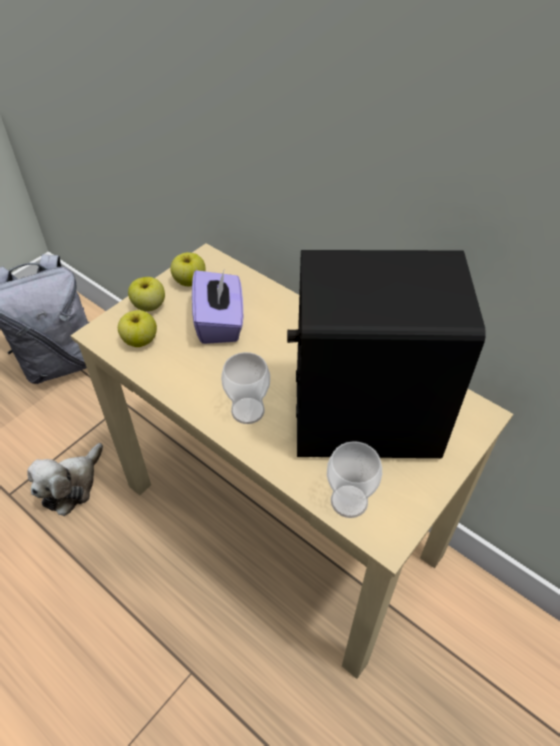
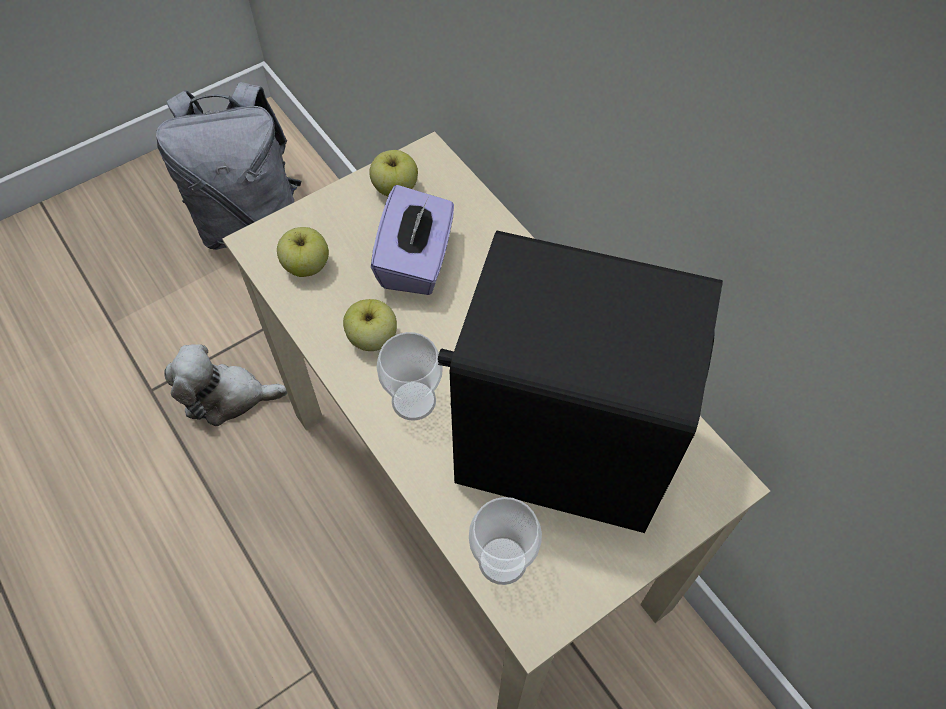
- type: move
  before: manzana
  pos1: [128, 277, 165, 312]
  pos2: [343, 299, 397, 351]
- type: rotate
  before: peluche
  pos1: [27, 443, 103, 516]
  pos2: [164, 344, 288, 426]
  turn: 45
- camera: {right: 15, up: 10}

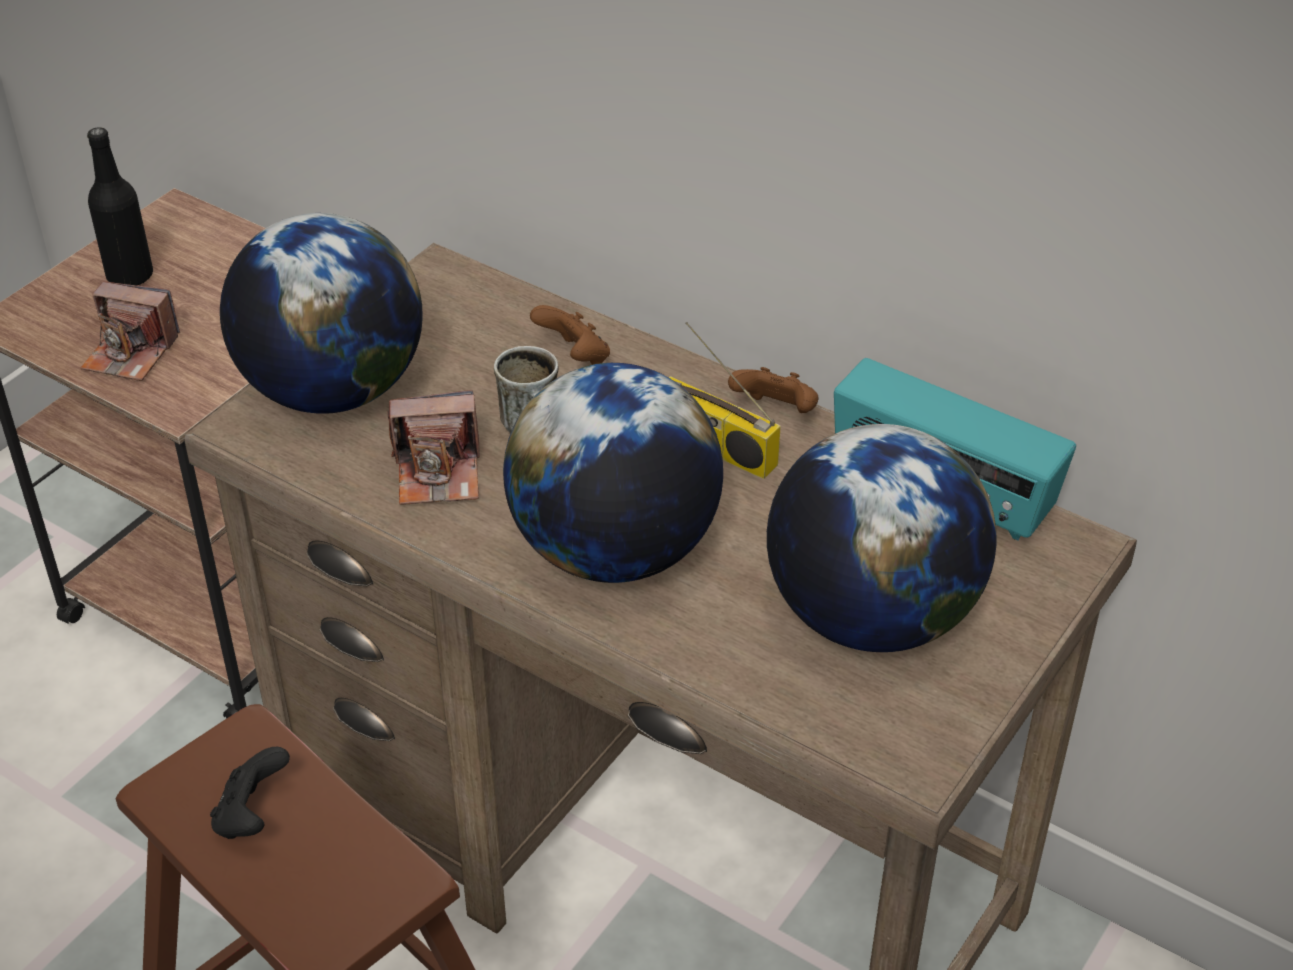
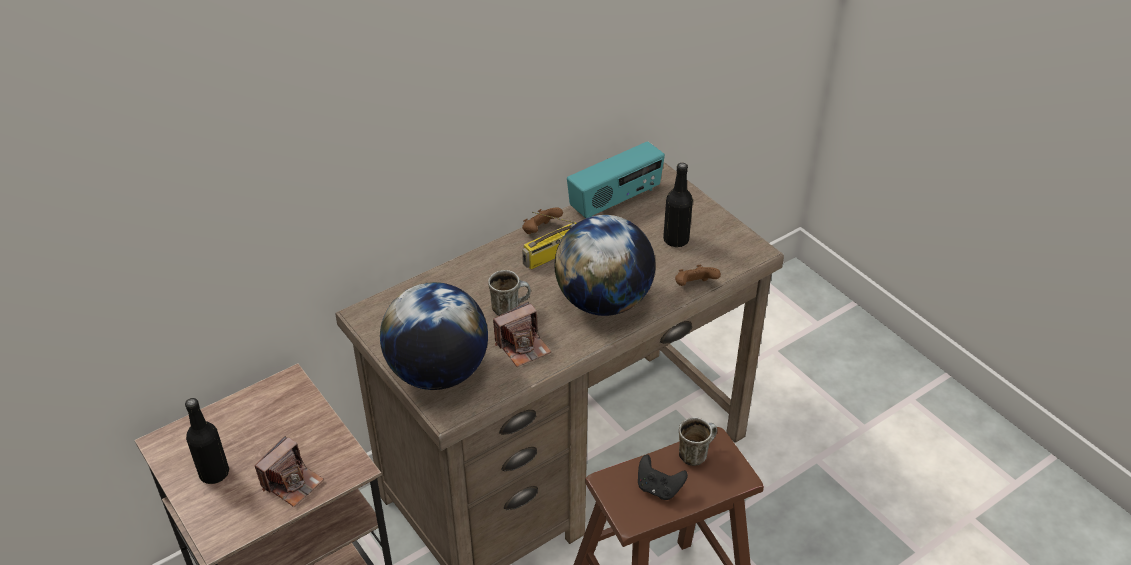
- type: insert
  after: taza grande
  pos2: [679, 417, 717, 466]
- type: move
  before: mando de consola/marrón
  pos1: [530, 305, 610, 365]
  pos2: [675, 264, 721, 286]
- type: replace
  before: globo terráqueo
  after: botella/negro
  pos1: [767, 424, 996, 652]
  pos2: [663, 163, 693, 247]
- type: rotate
  before: cámara
  pos1: [387, 390, 480, 505]
  pos2: [493, 302, 551, 367]
  turn: 45
- camera: {right: -70, up: 0}

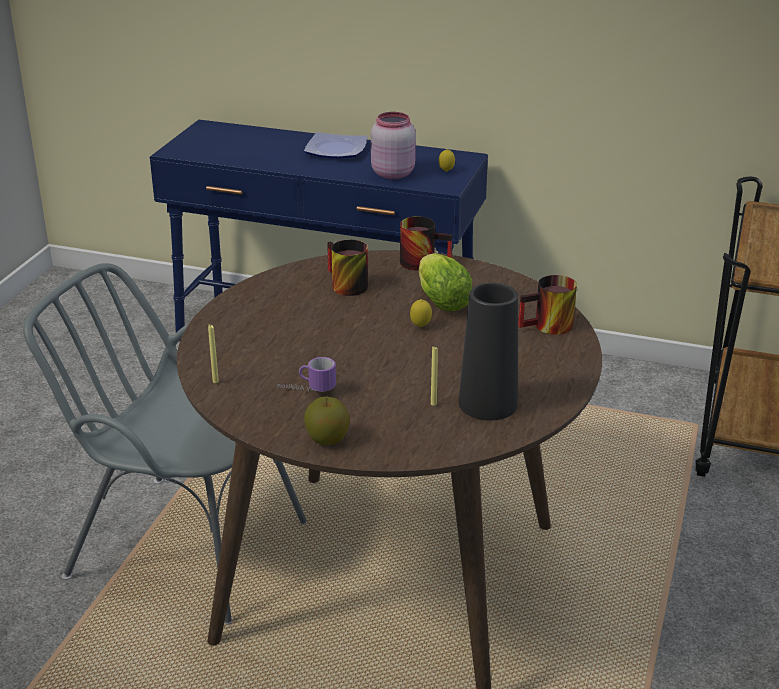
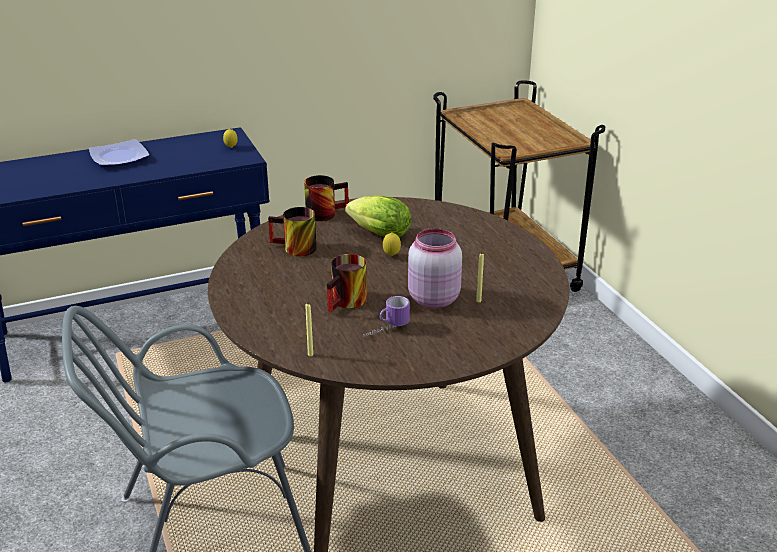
- type: delete
  before: manzana
  pos1: [304, 397, 350, 445]
- type: delete
  before: florero/negro
  pos1: [459, 283, 518, 420]
- type: move
  before: tarro/rosa
  pos1: [371, 112, 416, 179]
  pos2: [408, 228, 462, 308]
- type: move
  before: taza grande
  pos1: [518, 275, 577, 335]
  pos2: [327, 254, 367, 312]
- camera: {right: -40, up: 0}

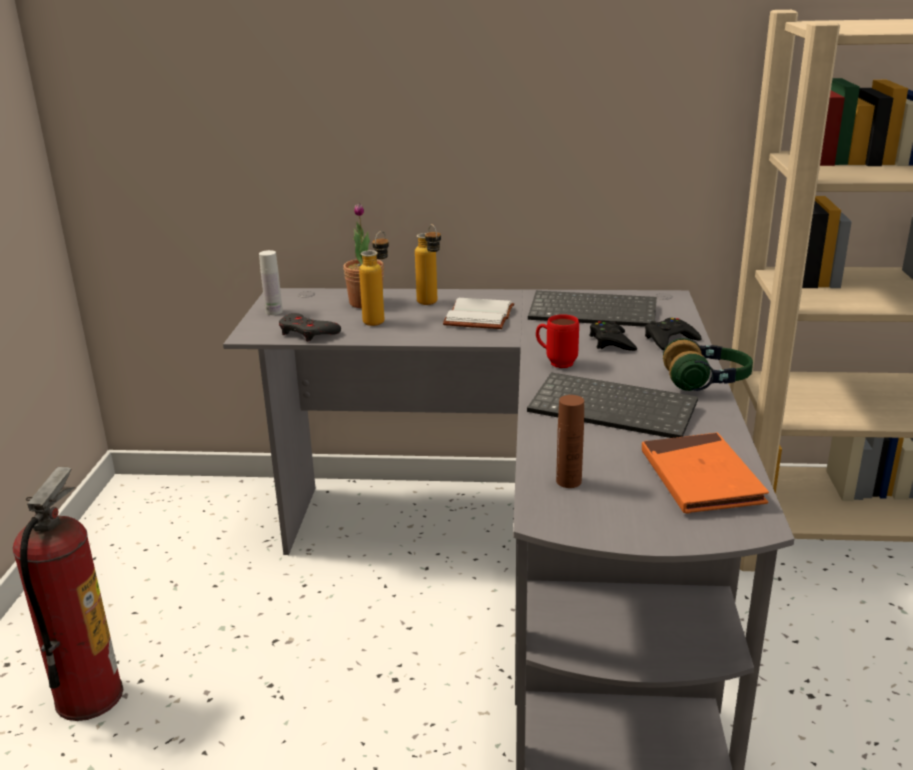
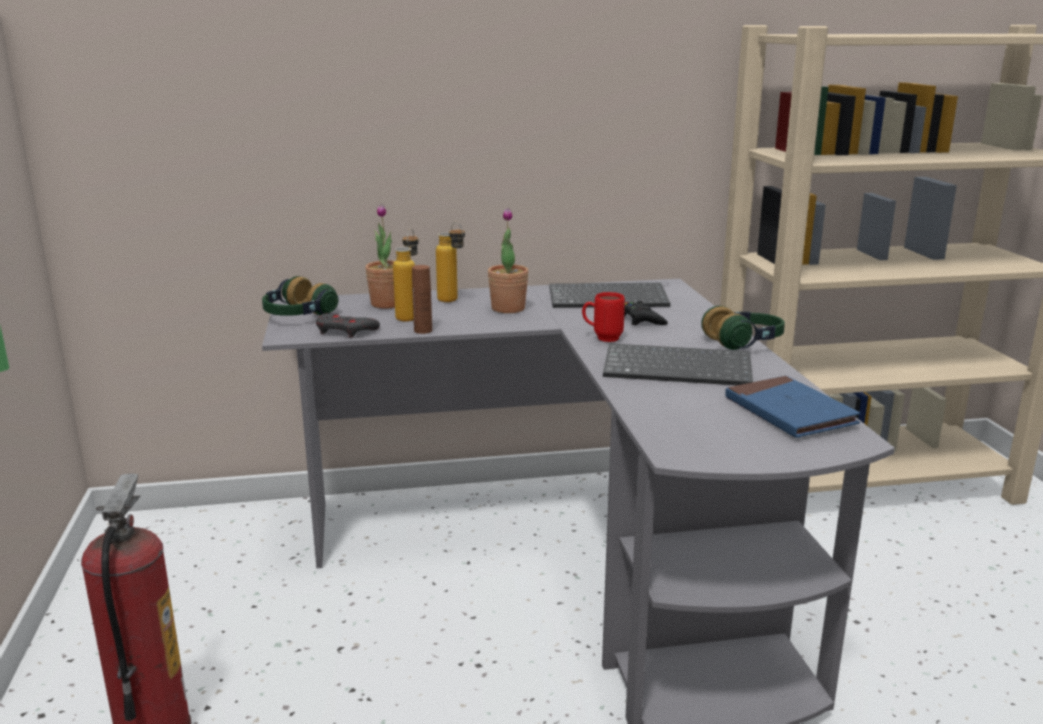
- type: delete
  before: mando de consola/negro
  pos1: [645, 318, 702, 350]
- type: move
  before: botella/marrón
  pos1: [556, 395, 584, 488]
  pos2: [412, 265, 432, 334]
- type: replace
  before: botella/blanco
  after: auriculares
  pos1: [259, 250, 283, 315]
  pos2: [262, 276, 338, 316]
- type: replace
  before: libro/blanco
  after: planta en maceta
  pos1: [443, 298, 515, 329]
  pos2: [488, 208, 529, 313]
- type: recolor
  before: libro/naranja
  after: libro/azul
  pos1: [642, 433, 769, 513]
  pos2: [725, 376, 861, 438]
- camera: {right: -15, up: -5}

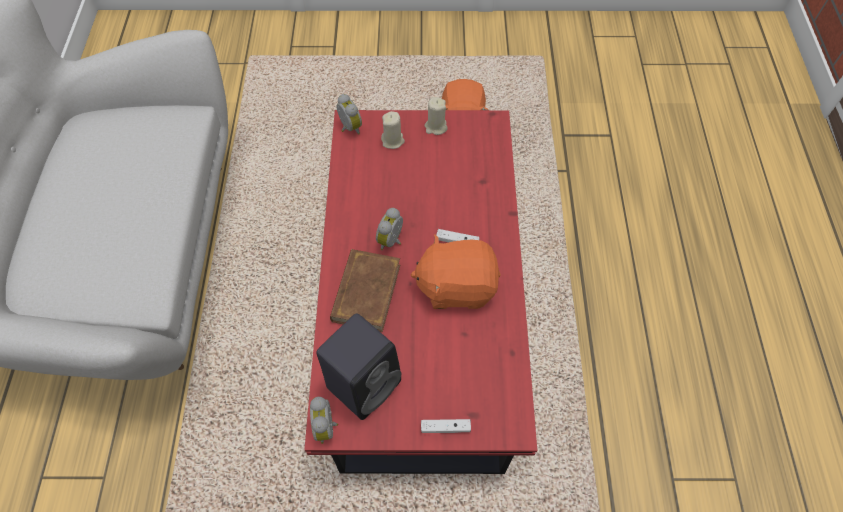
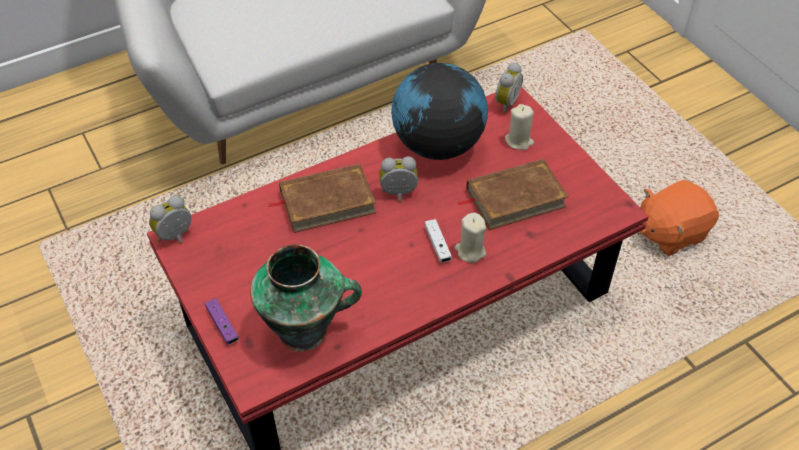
- type: delete
  before: altavoz/negro
  pos1: [317, 313, 401, 420]
- type: delete
  before: peluche/naranja
  pos1: [411, 234, 501, 309]
- type: insert
  after: florero
  pos2: [250, 244, 362, 352]
- type: insert
  after: globo terráqueo
  pos2: [391, 63, 488, 160]
- type: insert
  after: libro/marrón
  pos2: [457, 159, 568, 230]
- type: move
  before: vela/beis
  pos1: [425, 97, 448, 135]
  pos2: [455, 213, 486, 263]
- type: recolor
  before: mando de consola/blanco
  after: mando de consola/morado
  pos1: [421, 419, 471, 433]
  pos2: [205, 298, 239, 345]
- camera: {right: 60, up: -10}

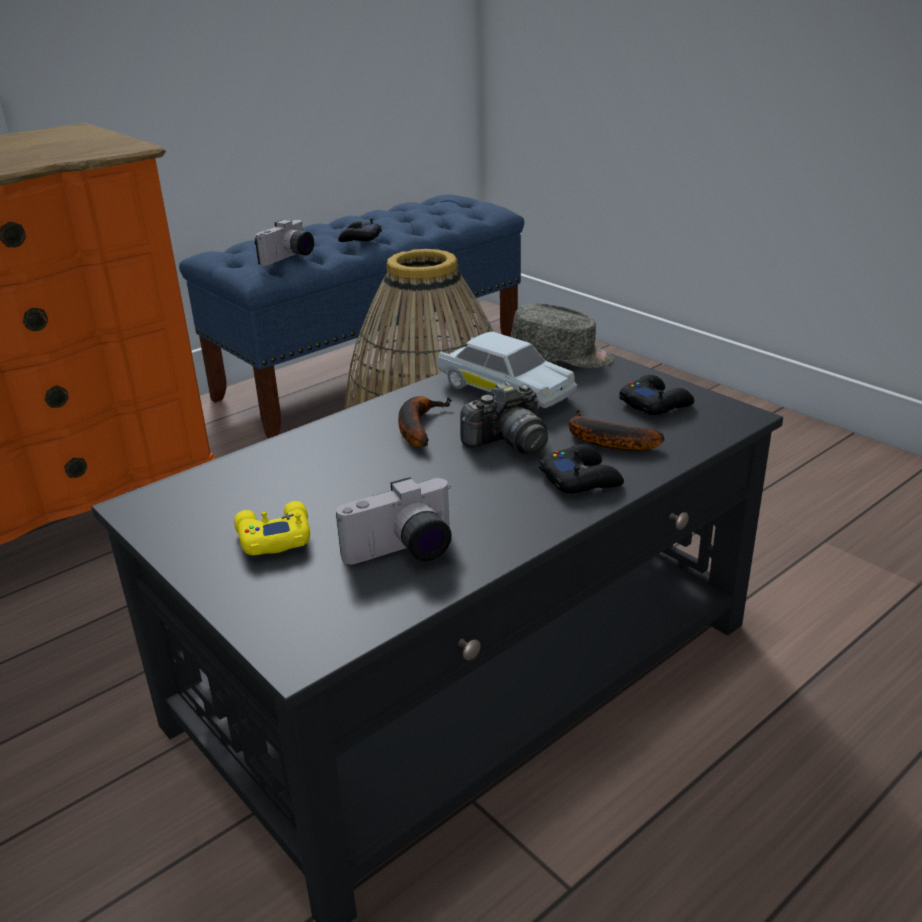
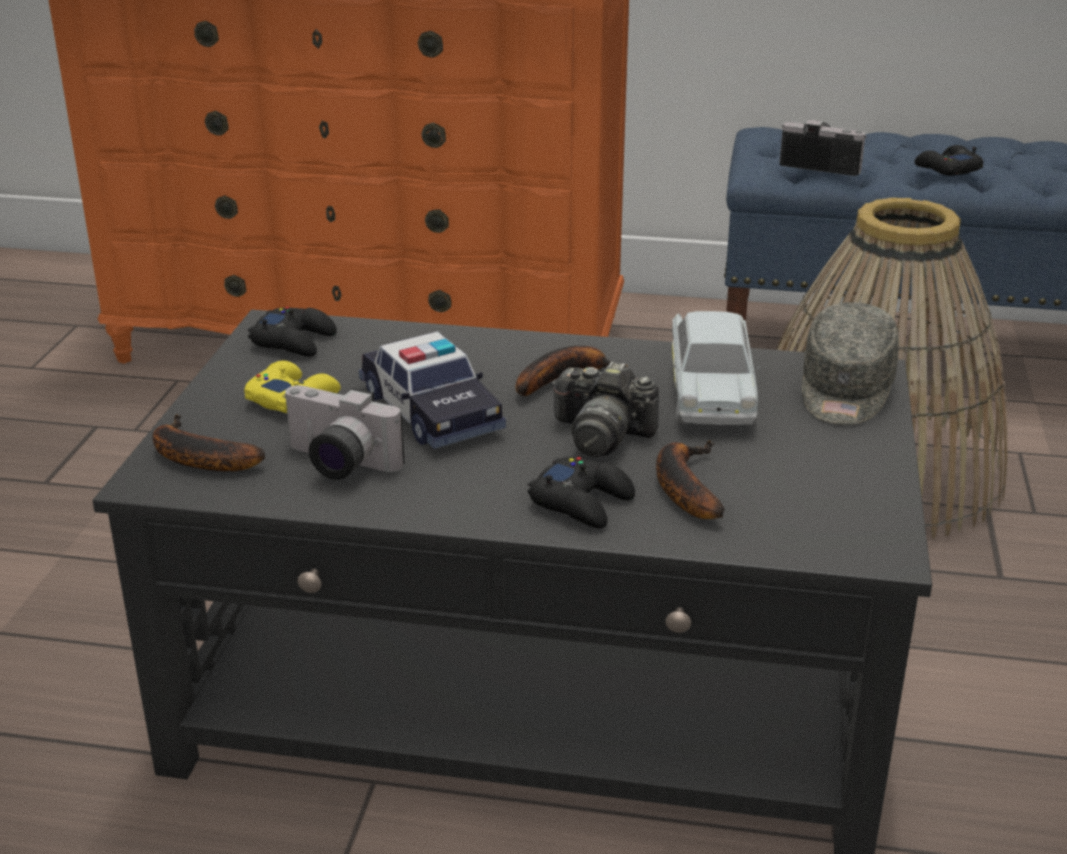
- type: insert
  after: plátano
  pos2: [153, 414, 265, 471]
- type: insert
  after: coche de juguete
  pos2: [359, 331, 506, 449]
- type: move
  before: mando de consola/negro
  pos1: [619, 375, 694, 415]
  pos2: [248, 307, 337, 357]
- type: rotate
  before: cámara
  pos1: [255, 220, 314, 266]
  pos2: [780, 120, 866, 176]
  turn: -150
- type: rotate
  before: gorra/gris
  pos1: [511, 304, 614, 368]
  pos2: [802, 302, 899, 425]
  turn: 45
- camera: {right: 50, up: 0}

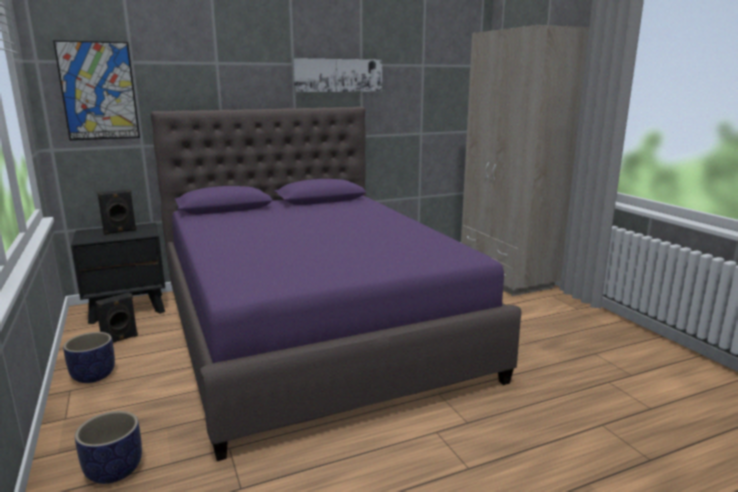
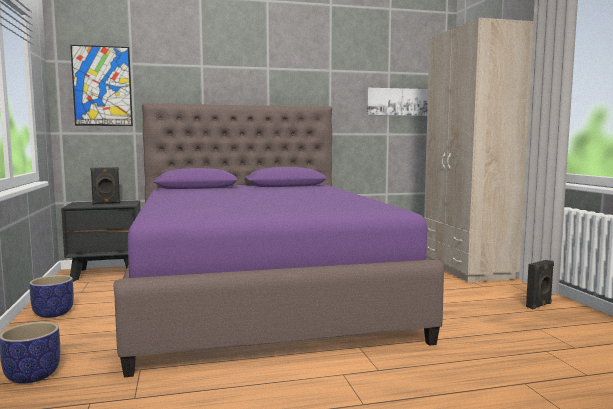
- type: move
  before: altavoz/negro
  pos1: [95, 293, 138, 343]
  pos2: [526, 260, 554, 309]
- type: move
  before: cuadro
  pos1: [293, 58, 382, 92]
  pos2: [366, 88, 428, 116]
- camera: {right: 10, up: -10}

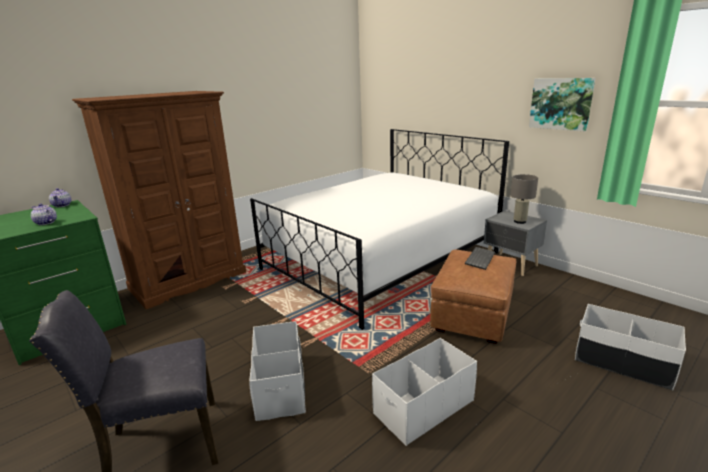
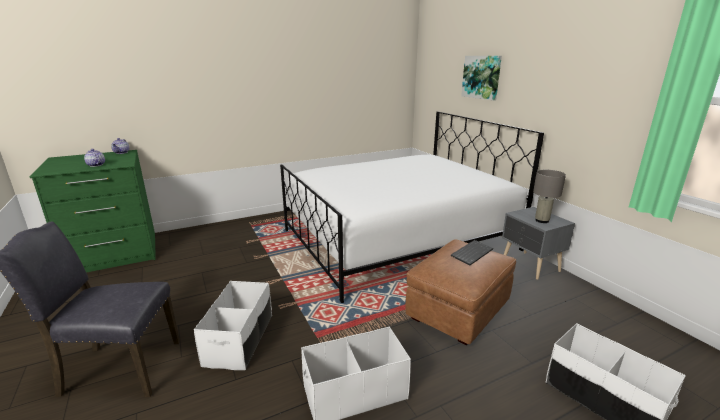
- type: delete
  before: armario ropero/marrón
  pos1: [72, 91, 246, 309]
- type: move
  before: cuadro
  pos1: [529, 78, 595, 131]
  pos2: [461, 56, 502, 101]
- camera: {right: 15, up: 0}

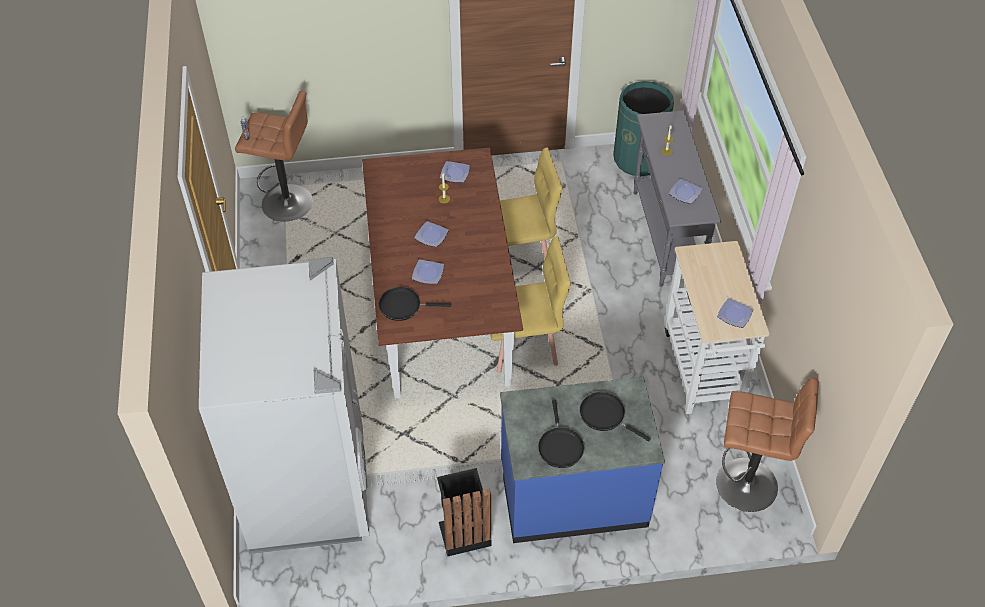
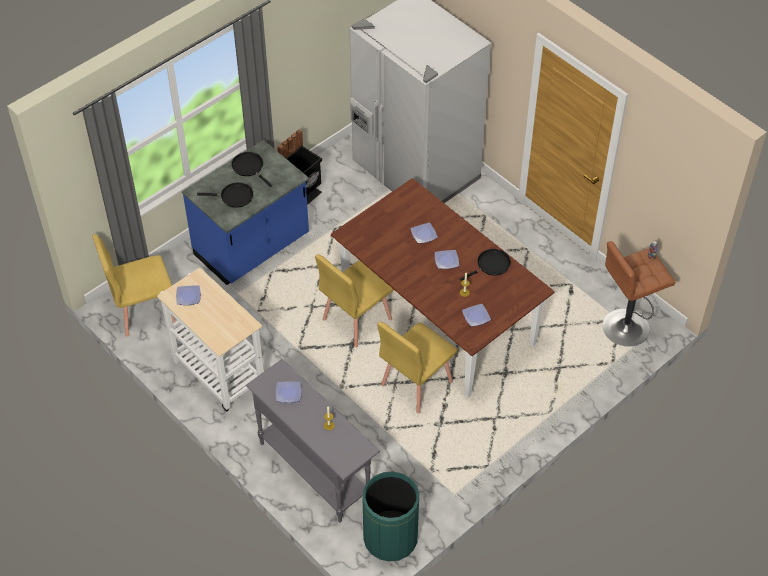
- type: move
  before: sartén/negro
  pos1: [379, 287, 451, 321]
  pos2: [460, 249, 511, 281]
- type: replace
  before: taburete/marrón
  after: silla/amarillo
  pos1: [716, 378, 819, 512]
  pos2: [92, 234, 175, 337]
- camera: {right: 145, up: 0}

